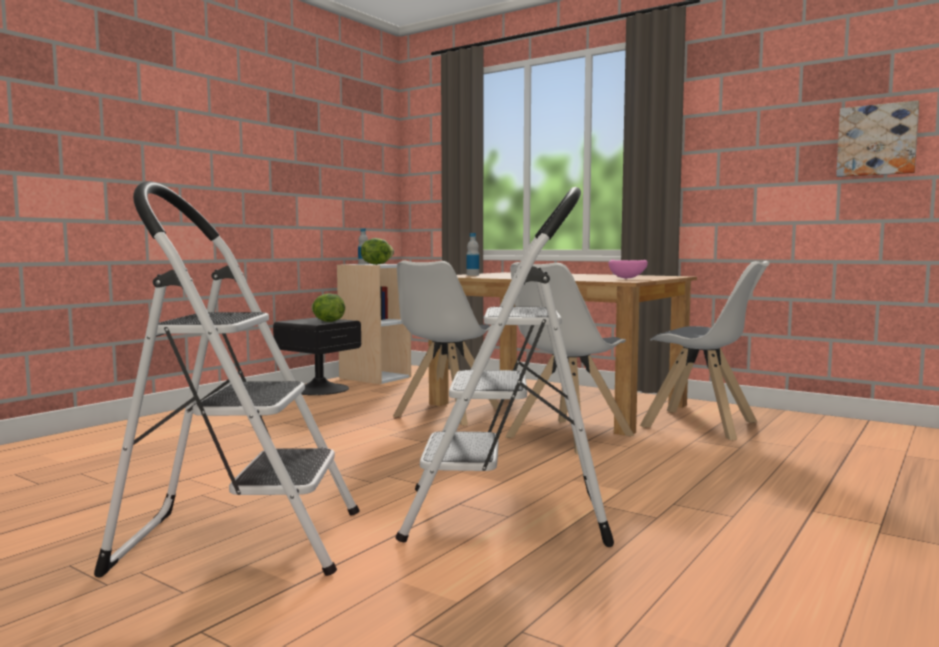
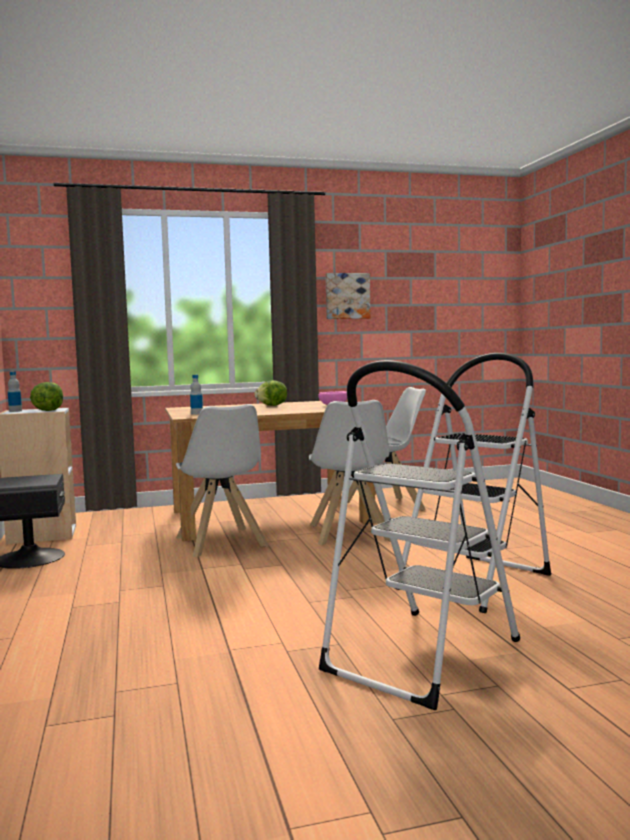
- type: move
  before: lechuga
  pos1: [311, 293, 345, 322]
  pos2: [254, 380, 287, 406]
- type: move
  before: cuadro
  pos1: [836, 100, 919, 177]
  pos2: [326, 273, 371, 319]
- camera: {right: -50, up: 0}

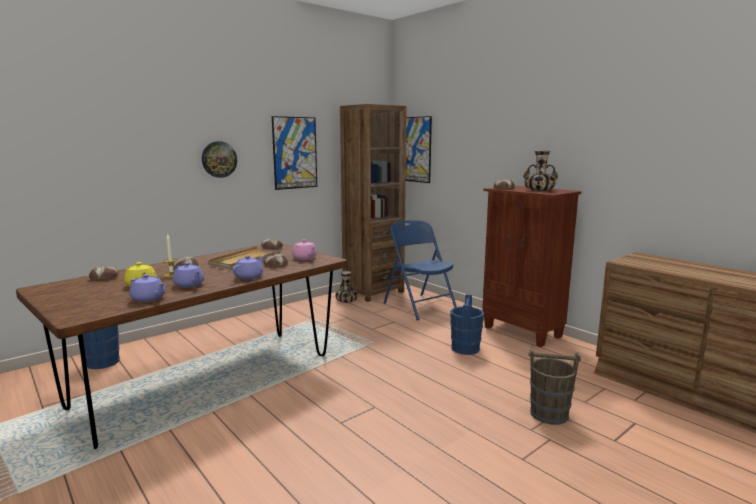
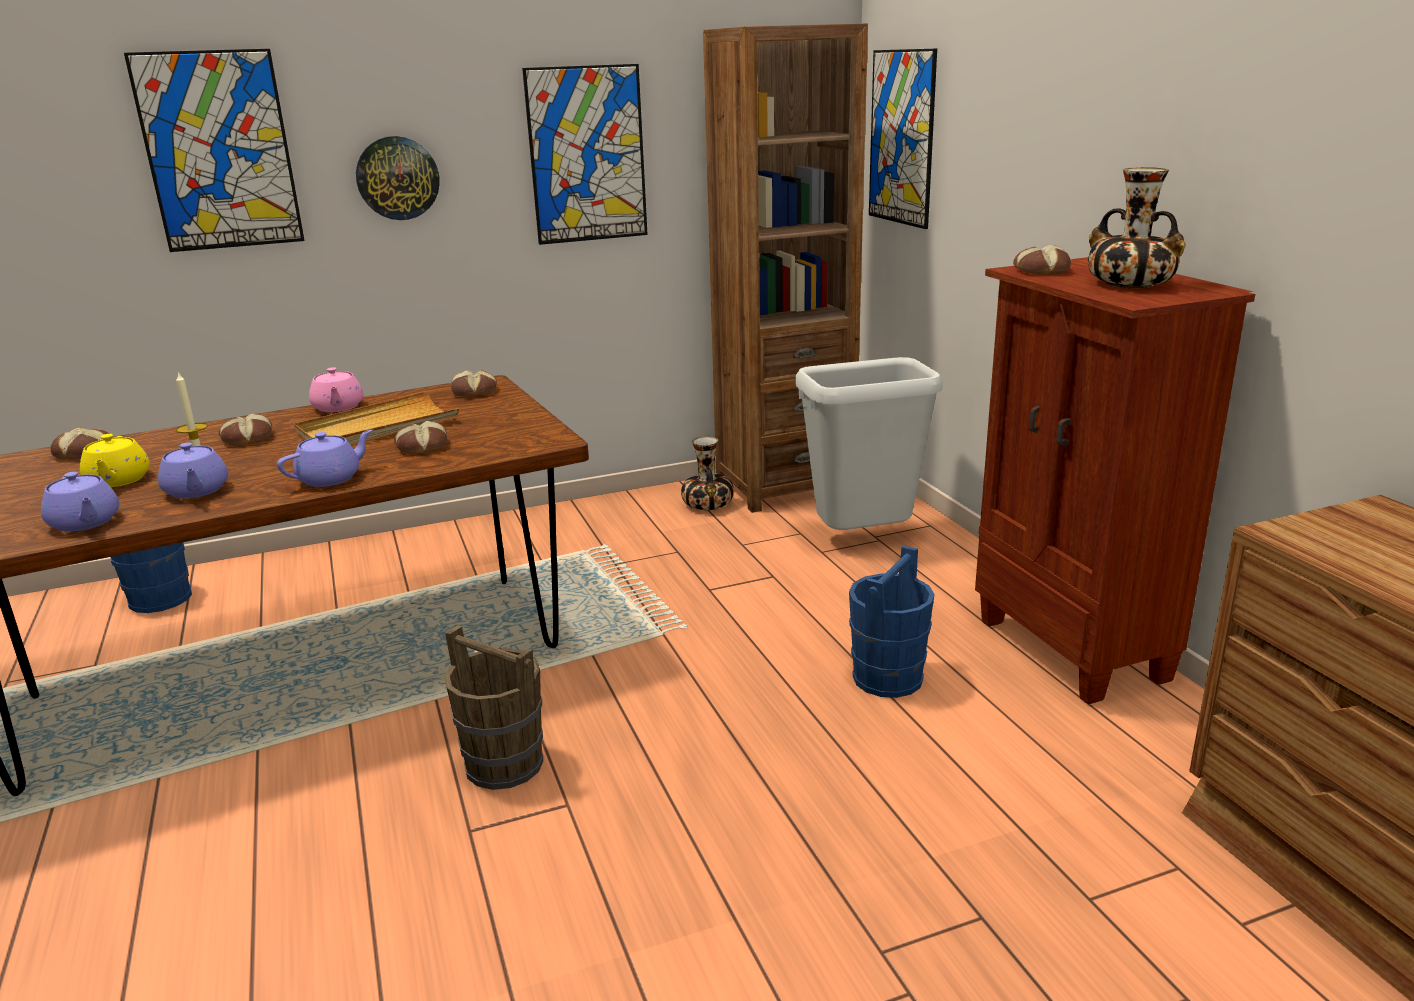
- type: insert
  after: cuadro
  pos2: [124, 49, 305, 252]
- type: move
  before: tetera/rosa
  pos1: [292, 239, 317, 260]
  pos2: [309, 367, 363, 412]
- type: move
  before: cubo/marrón
  pos1: [529, 348, 581, 425]
  pos2: [444, 625, 543, 790]
- type: replace
  before: silla/azul
  after: papelera/gris
  pos1: [383, 220, 457, 320]
  pos2: [795, 357, 943, 530]
- camera: {right: 20, up: 10}

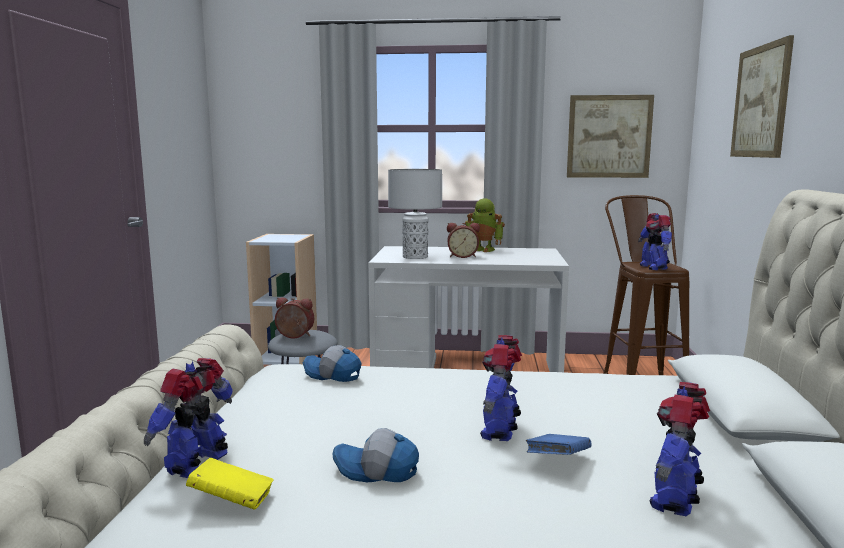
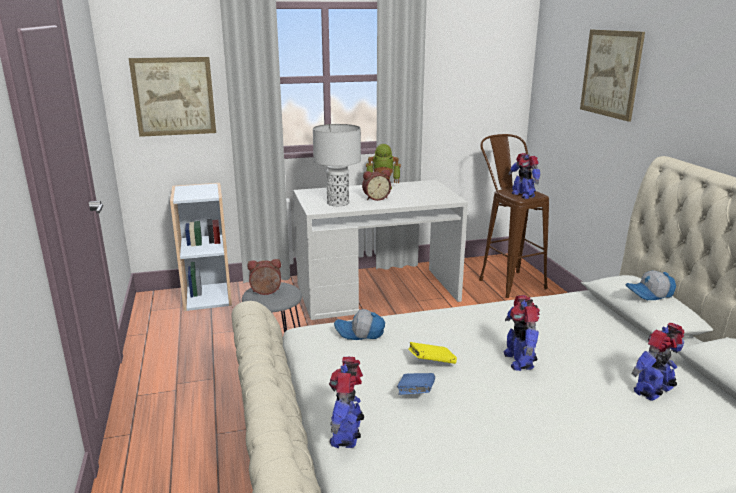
- type: move
  before: libro/amarillo
  pos1: [186, 458, 274, 510]
  pos2: [408, 342, 457, 364]
- type: move
  before: gorra
  pos1: [333, 428, 419, 482]
  pos2: [626, 270, 676, 300]
- type: move
  before: libro/azul
  pos1: [526, 434, 592, 455]
  pos2: [397, 373, 435, 395]
- type: move
  before: cuadro
  pos1: [567, 95, 654, 178]
  pos2: [129, 57, 216, 137]
- type: rotate
  before: robot de juguete
  pos1: [649, 382, 710, 516]
  pos2: [631, 323, 685, 401]
  turn: 45
- camera: {right: -20, up: 10}

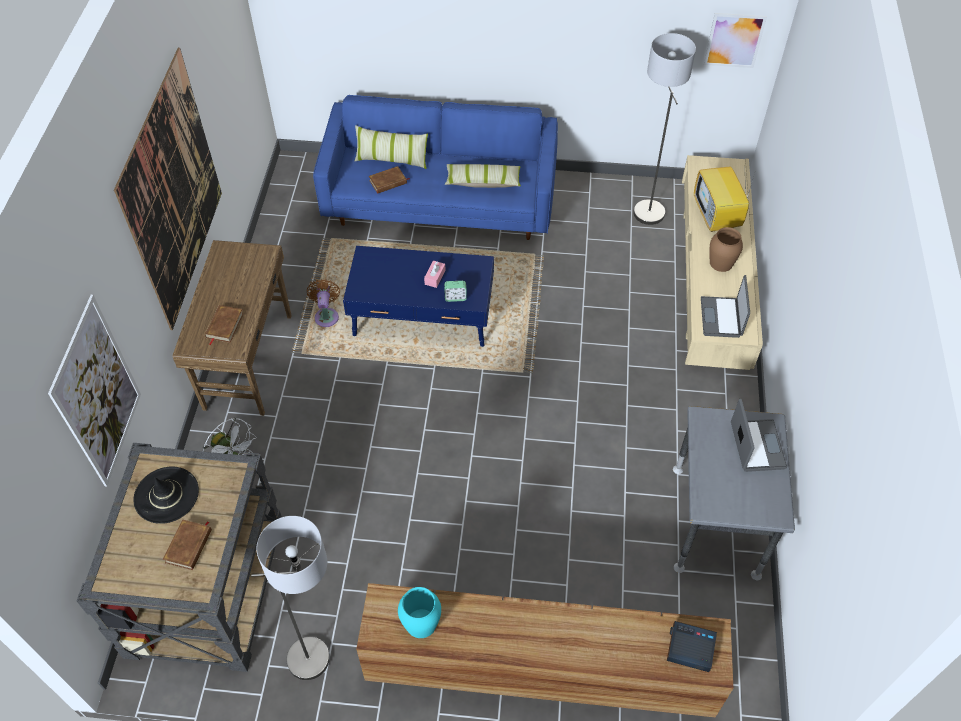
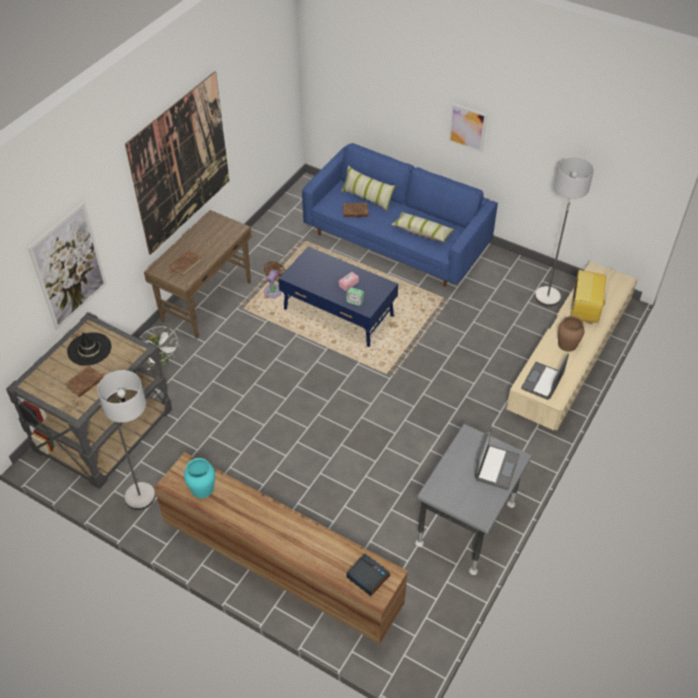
- type: move
  before: cuadro
  pos1: [704, 13, 767, 68]
  pos2: [448, 103, 487, 153]
- camera: {right: 25, up: -5}

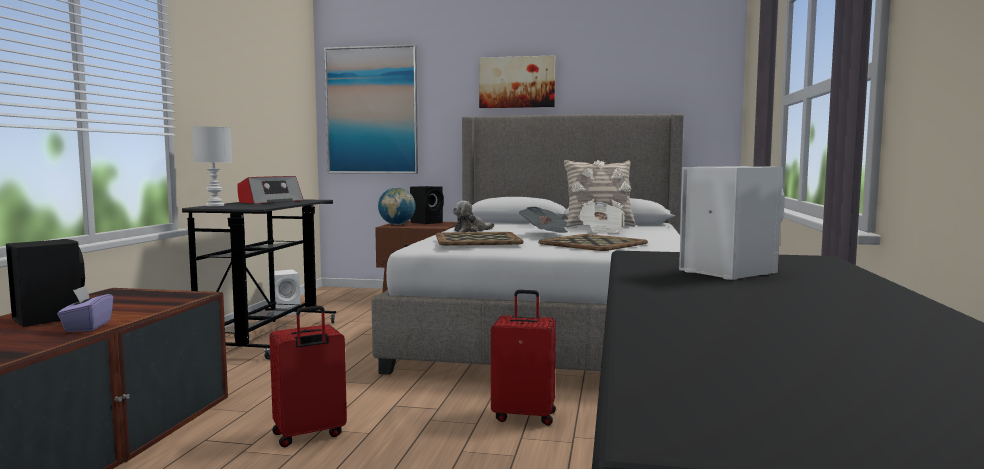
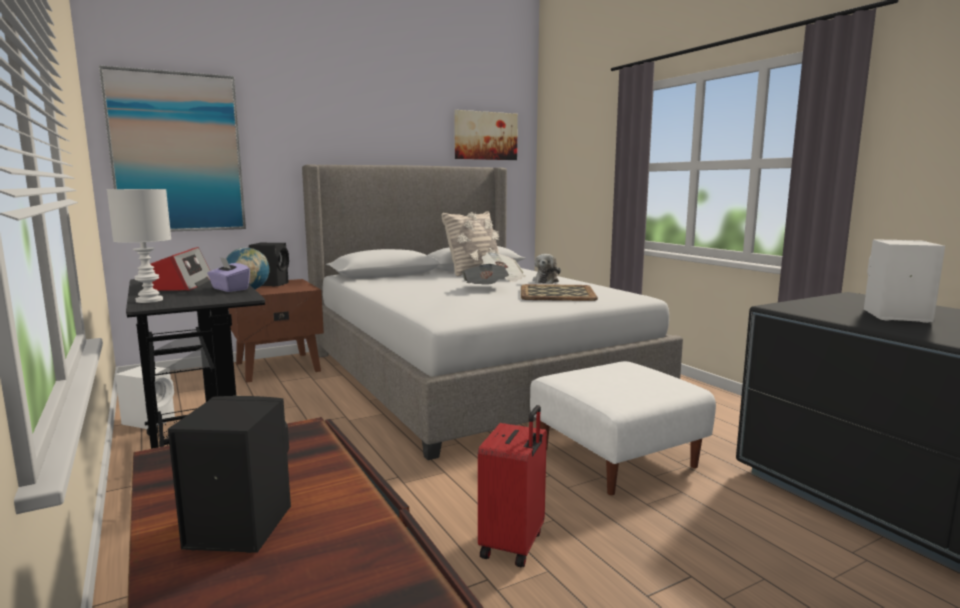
- type: delete
  before: bandeja
  pos1: [436, 232, 524, 246]
- type: move
  before: caja de pañuelos/morado
  pos1: [57, 286, 113, 332]
  pos2: [207, 257, 250, 292]
- type: move
  before: peluche
  pos1: [453, 201, 494, 232]
  pos2: [533, 254, 561, 284]
- type: move
  before: cuadro
  pos1: [479, 55, 555, 108]
  pos2: [454, 110, 518, 160]
- type: replace
  before: maleta/rojo
  after: puf/blanco
  pos1: [491, 290, 556, 425]
  pos2: [530, 361, 716, 495]
- camera: {right: -40, up: 5}

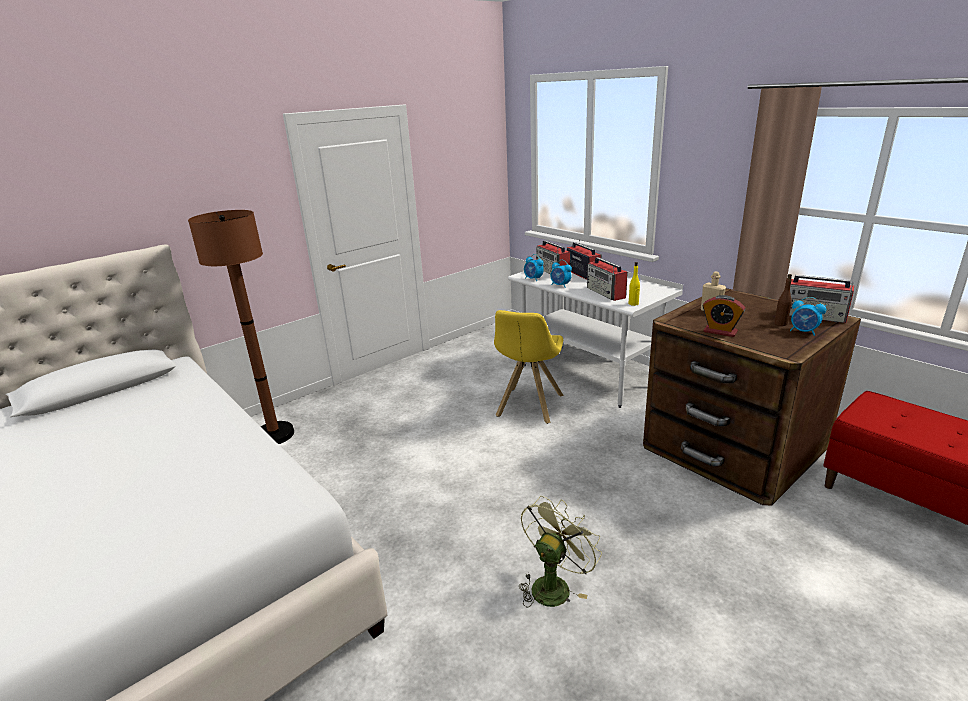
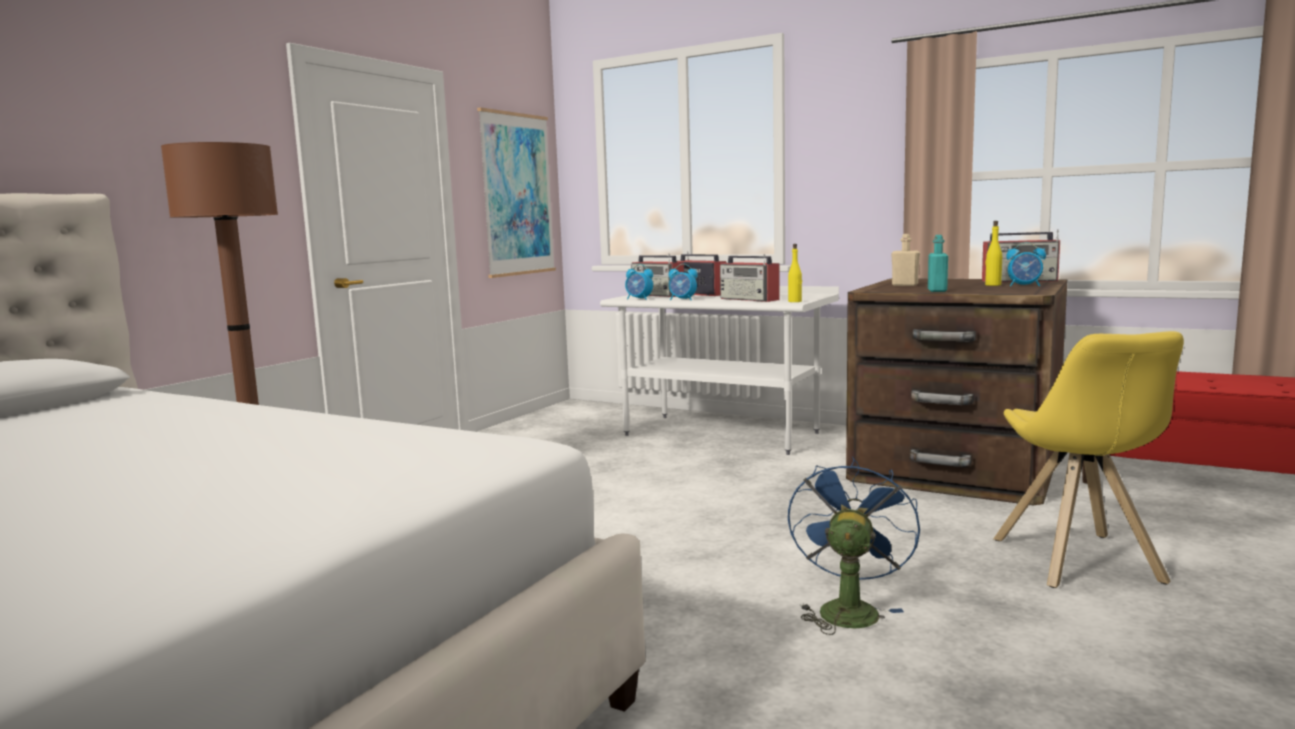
- type: insert
  after: cuadro
  pos2: [477, 107, 556, 278]
- type: move
  before: silla/amarillo
  pos1: [494, 310, 564, 424]
  pos2: [993, 331, 1184, 588]
- type: replace
  before: despertador
  after: botella/turquesa
  pos1: [703, 295, 745, 337]
  pos2: [928, 235, 948, 292]
- type: recolor
  before: ventilador/verde
  after: ventilador/azul
  pos1: [519, 496, 602, 608]
  pos2: [788, 457, 920, 635]
- type: recolor
  before: botella/marrón
  after: botella/amarillo
  pos1: [774, 274, 792, 326]
  pos2: [985, 221, 1002, 286]
- camera: {right: -20, up: -15}

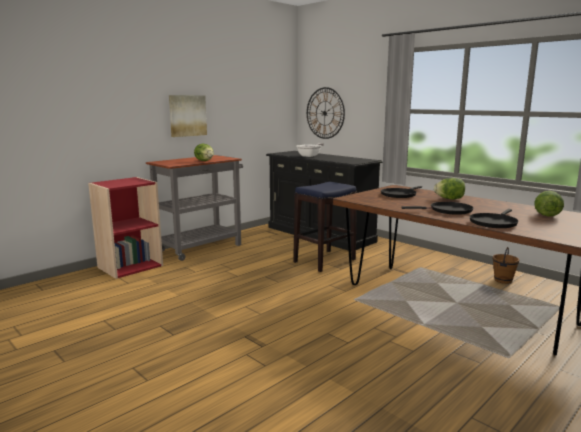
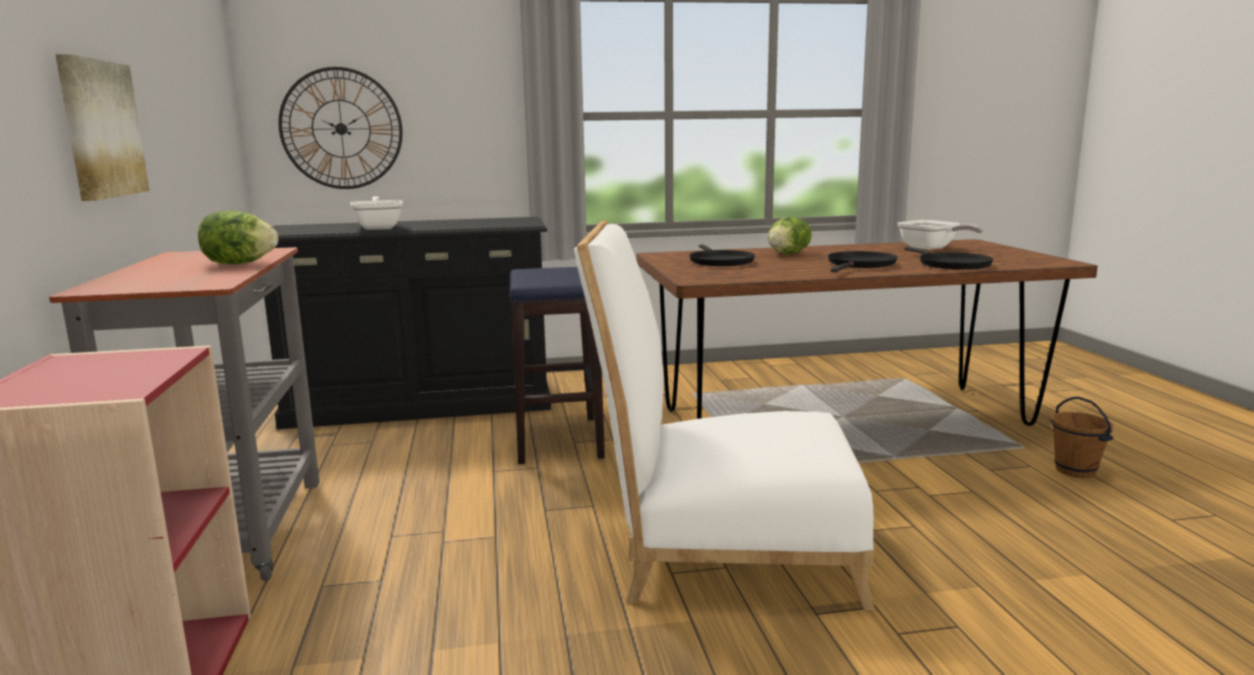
- type: insert
  after: silla/blanco
  pos2: [574, 220, 875, 610]
- type: move
  before: cubo/marrón
  pos1: [493, 247, 519, 284]
  pos2: [1051, 396, 1113, 478]
- type: replace
  before: lechuga
  after: sartén
  pos1: [534, 191, 564, 217]
  pos2: [897, 220, 984, 250]
- camera: {right: -55, up: 0}

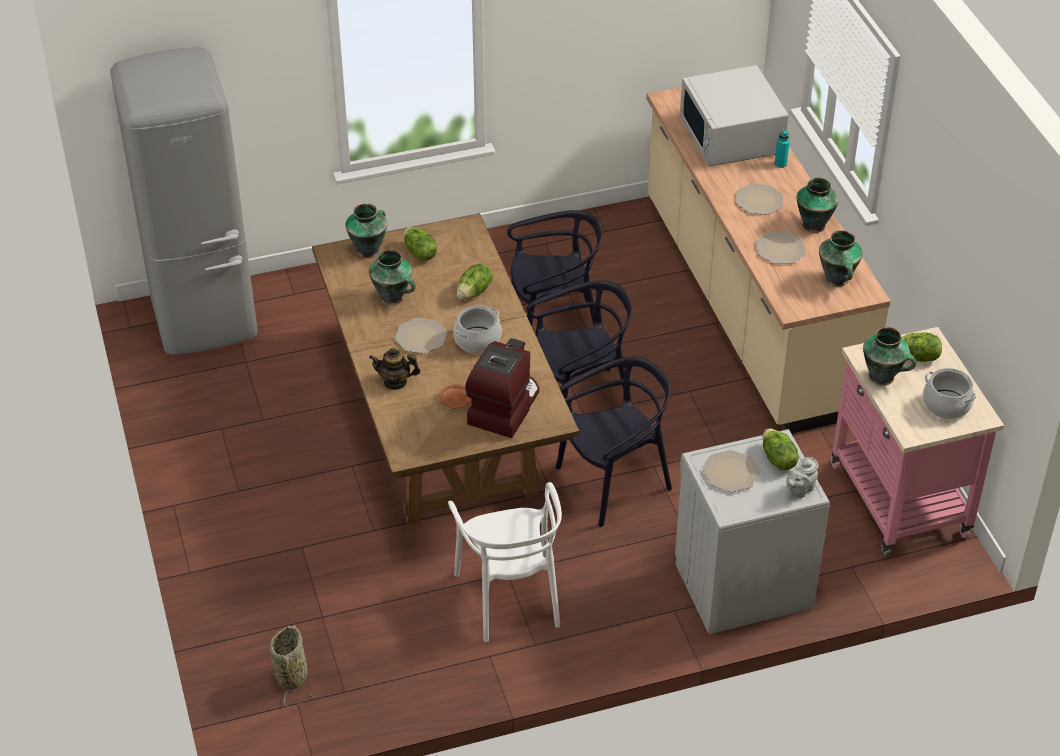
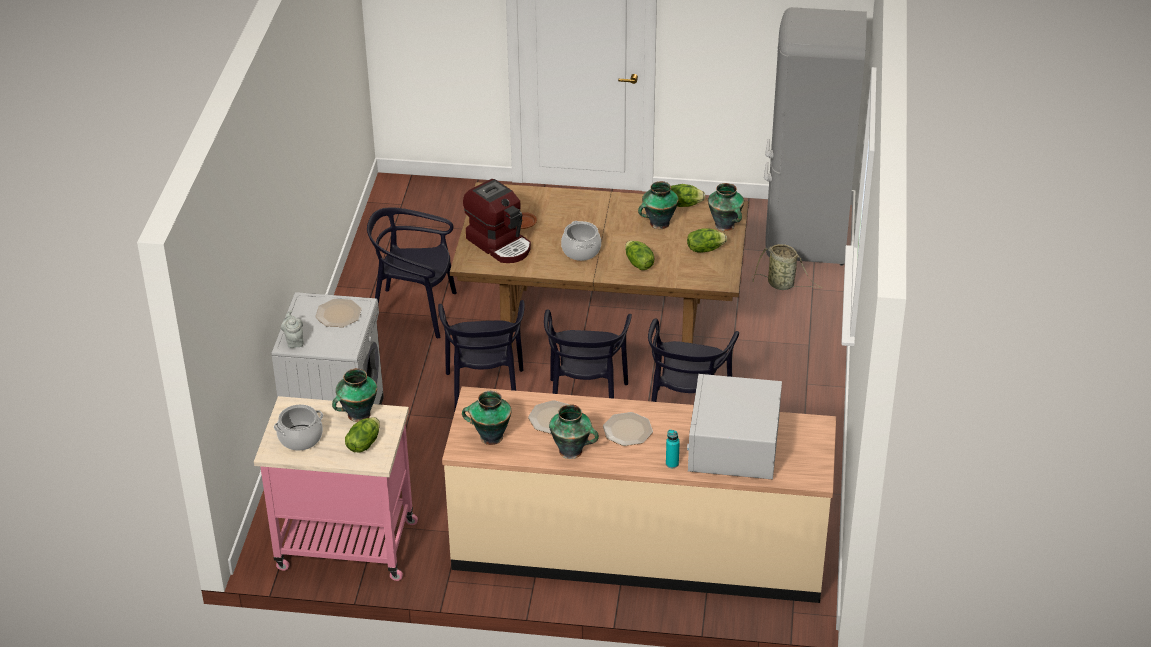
- type: delete
  before: tetera
  pos1: [369, 348, 420, 390]
- type: delete
  before: plato
  pos1: [395, 318, 447, 354]
- type: move
  before: cesta
  pos1: [270, 625, 314, 707]
  pos2: [752, 244, 822, 290]
- type: move
  before: lechuga
  pos1: [763, 428, 799, 471]
  pos2: [671, 184, 706, 207]
- type: recolor
  before: silla/blanco
  after: silla/negro
  pos1: [448, 482, 562, 642]
  pos2: [367, 207, 457, 338]
- type: rotate
  before: microondas/blanco
  pos1: [680, 65, 789, 167]
  pos2: [687, 374, 782, 480]
  turn: -90
- camera: {right: 115, up: -5}

